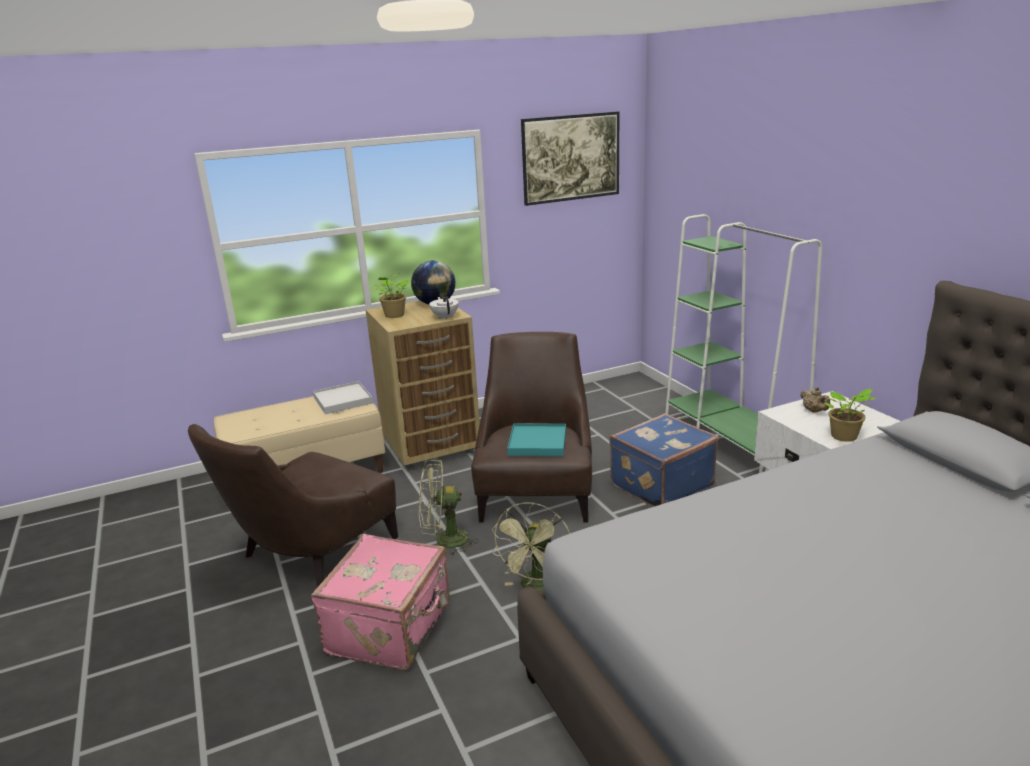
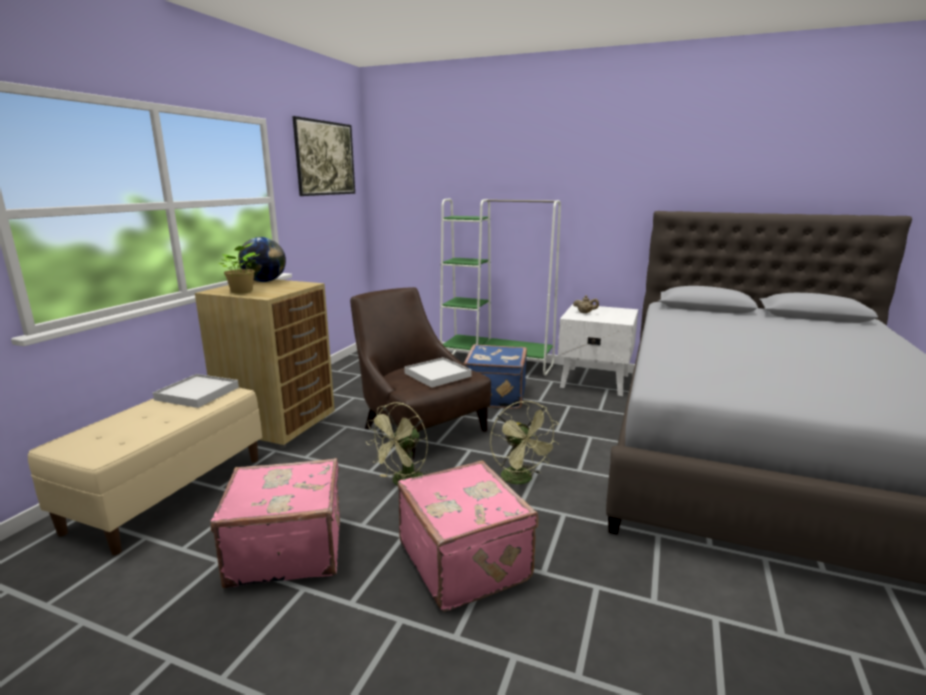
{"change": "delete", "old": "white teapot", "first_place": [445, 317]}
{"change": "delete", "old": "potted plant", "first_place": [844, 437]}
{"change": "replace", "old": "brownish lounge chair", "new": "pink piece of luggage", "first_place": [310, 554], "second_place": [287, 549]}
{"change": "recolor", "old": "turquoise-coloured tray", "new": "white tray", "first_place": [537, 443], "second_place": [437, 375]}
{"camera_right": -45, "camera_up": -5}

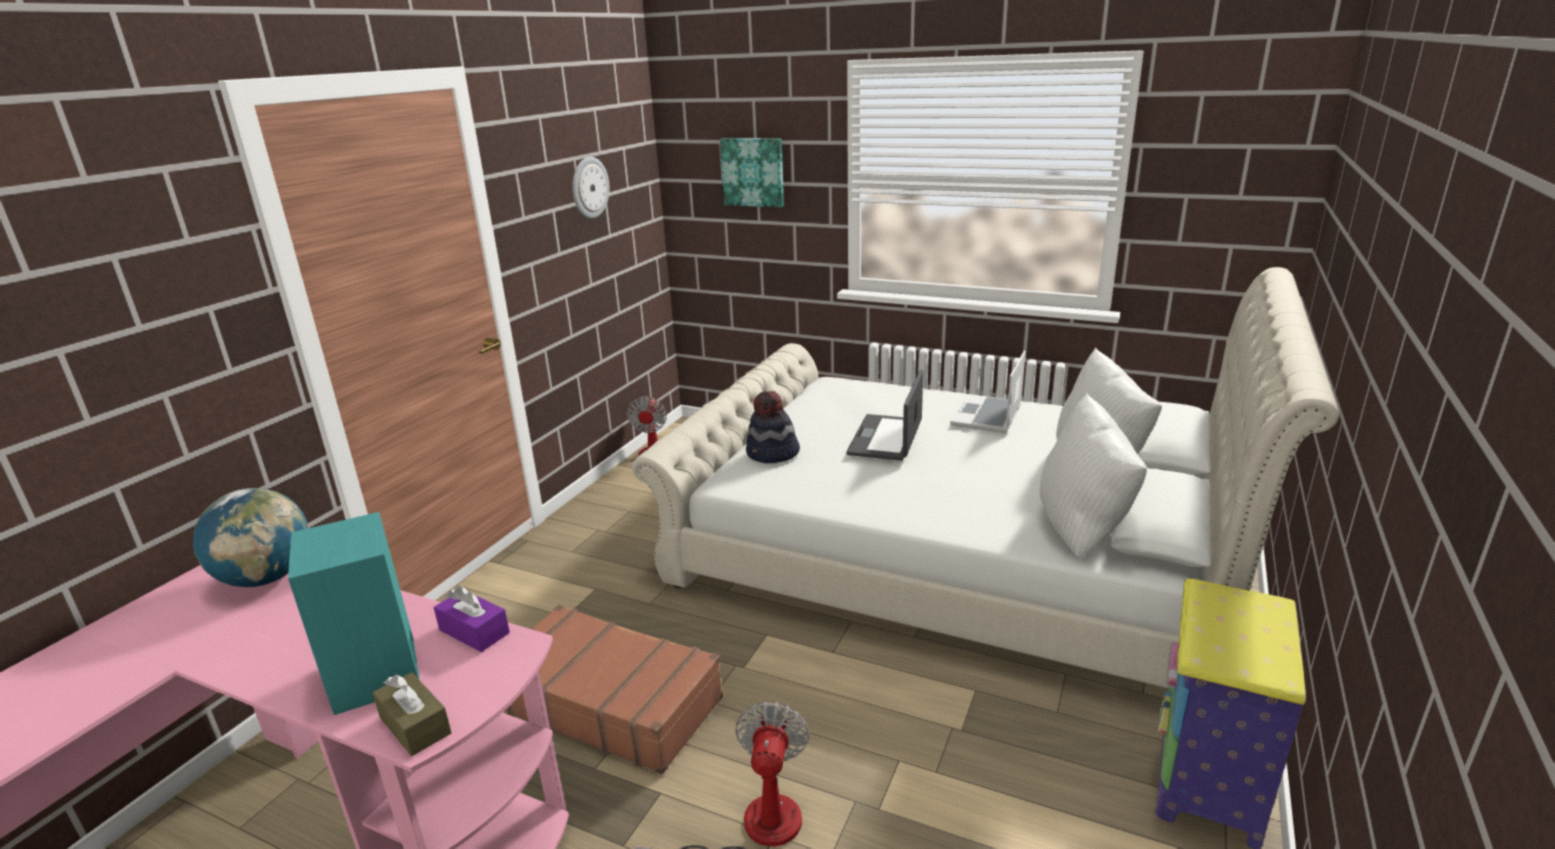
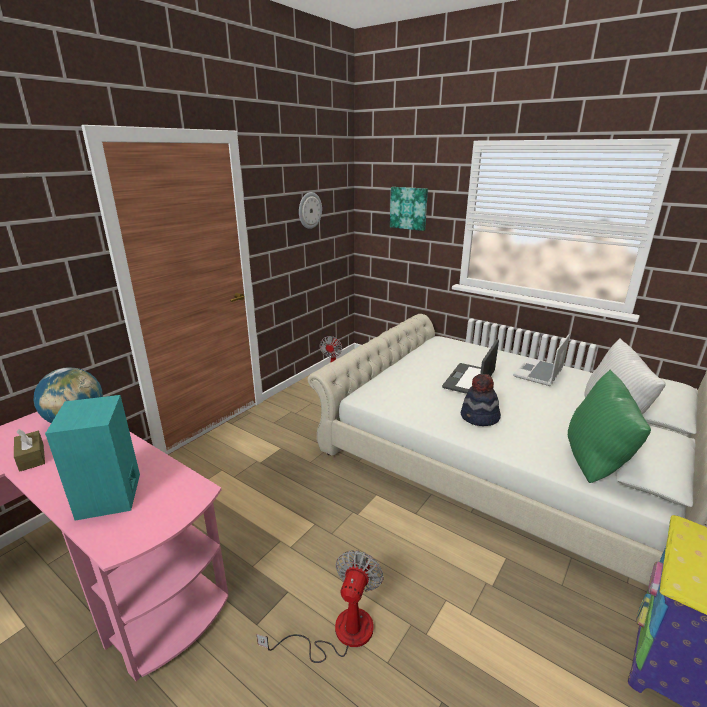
{"change": "move", "old": "hat", "first_place": [772, 454], "second_place": [479, 418]}
{"change": "recolor", "old": "white pillow", "new": "green-coloured pillow", "first_place": [1083, 532], "second_place": [596, 464]}
{"change": "delete", "old": "purple-coloured box of tissues", "first_place": [474, 631]}
{"change": "delete", "old": "brownish piece of luggage", "first_place": [609, 702]}
{"change": "move", "old": "brownish box of tissues", "first_place": [415, 725], "second_place": [31, 457]}
{"camera_right": 10, "camera_up": 0}

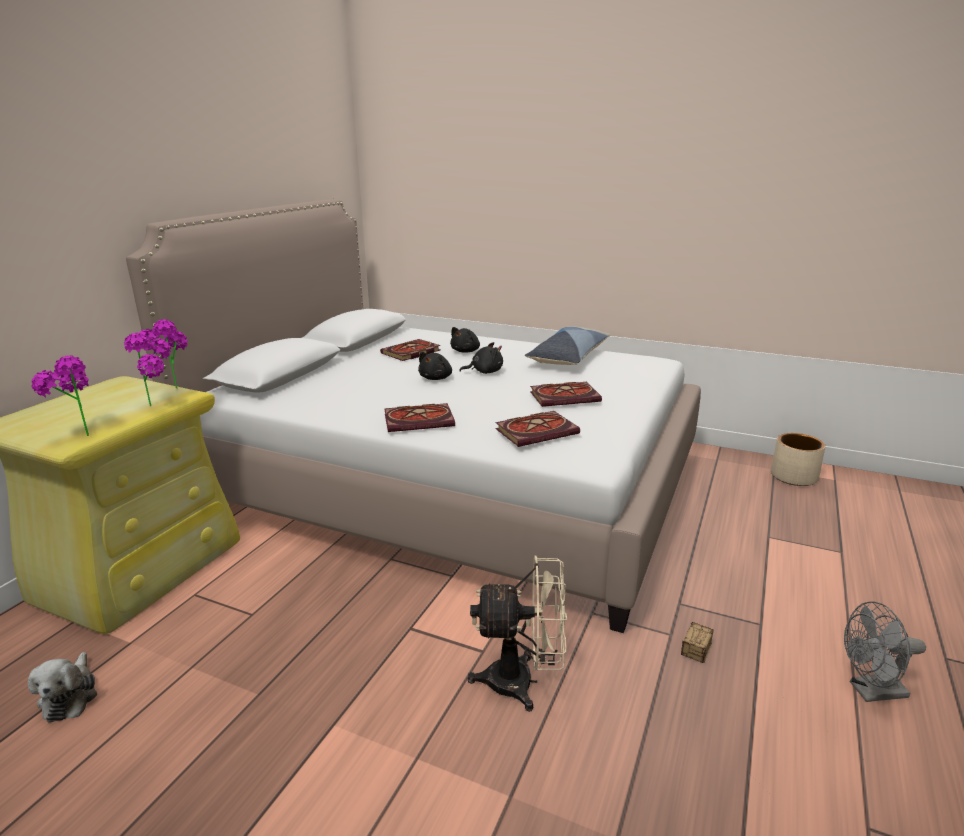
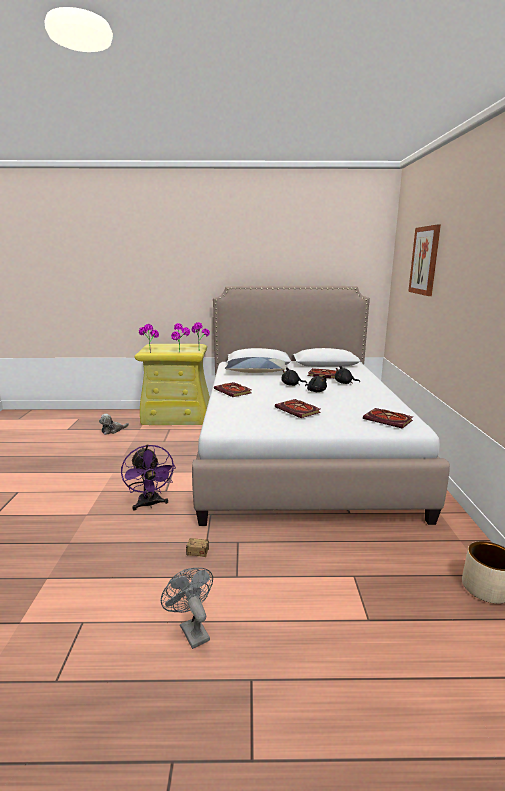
{"change": "move", "old": "pillow", "first_place": [568, 357], "second_place": [256, 372]}
{"change": "move", "old": "book", "first_place": [537, 431], "second_place": [389, 420]}
{"change": "recolor", "old": "beige-coloured fan", "new": "purple-coloured fan", "first_place": [523, 682], "second_place": [150, 504]}
{"change": "insert", "new": "picture", "second_place": [425, 260]}
{"camera_right": 65, "camera_up": -5}

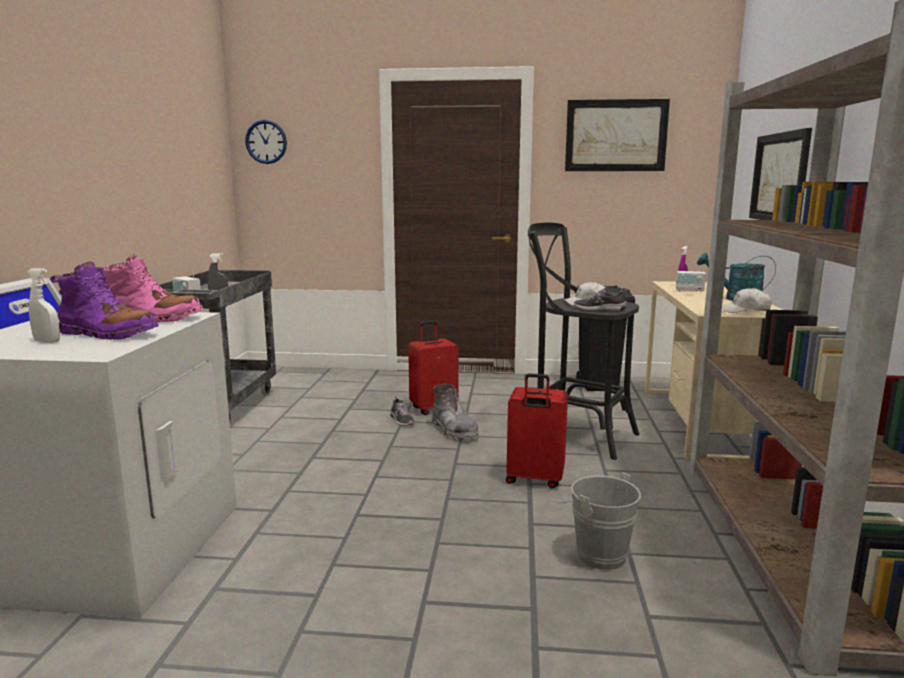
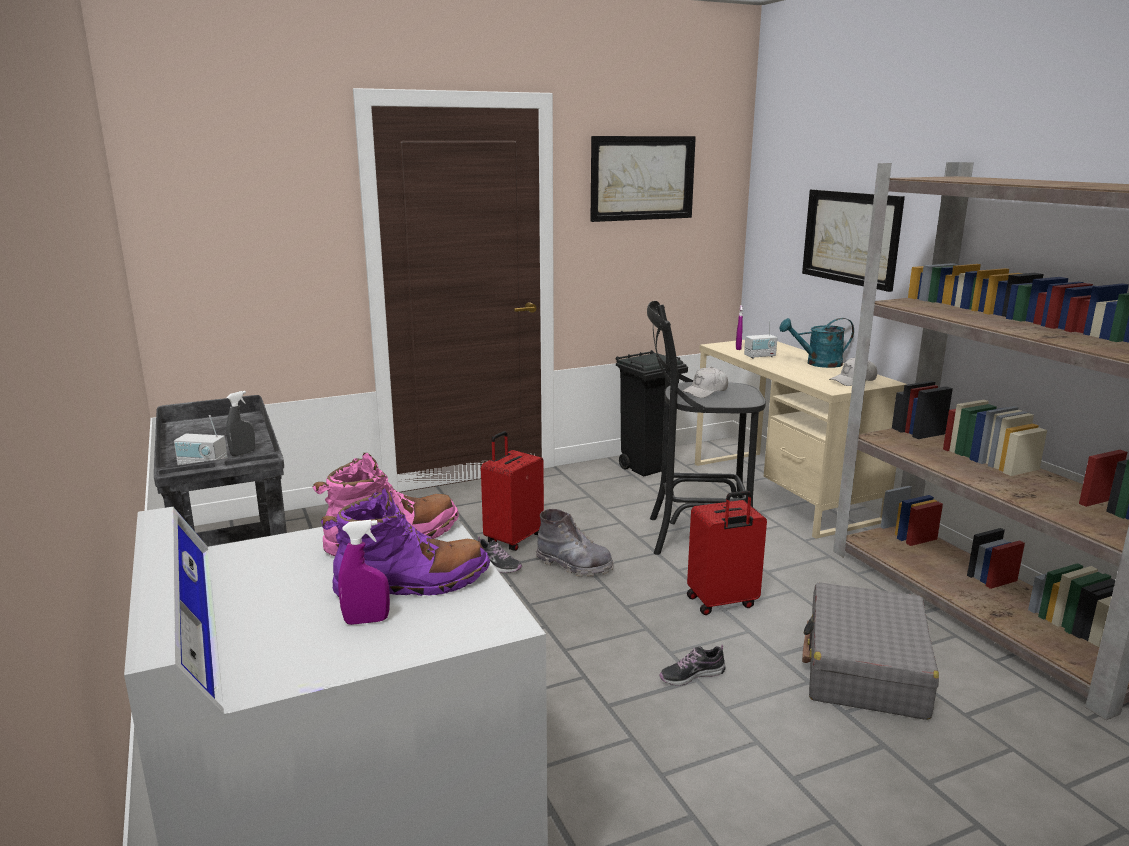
{"change": "delete", "old": "wall clock", "first_place": [266, 142]}
{"change": "recolor", "old": "white sprayer", "new": "purple-coloured sprayer", "first_place": [47, 341], "second_place": [366, 621]}
{"change": "move", "old": "shoe", "first_place": [599, 309], "second_place": [691, 675]}
{"change": "replace", "old": "grey water bucket", "new": "grey piece of luggage", "first_place": [596, 554], "second_place": [865, 668]}
{"camera_right": -30, "camera_up": 5}

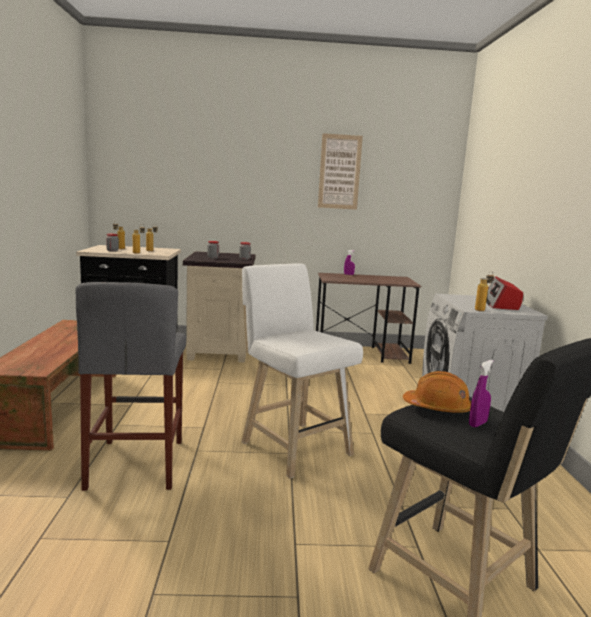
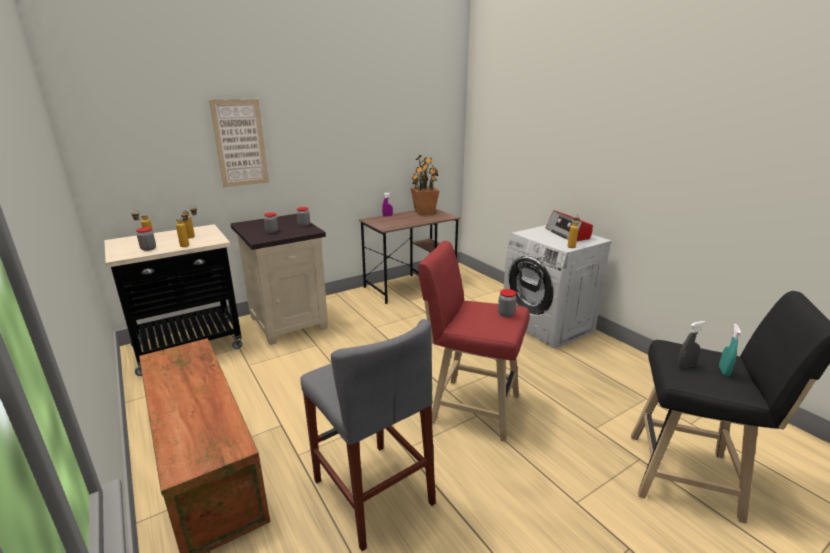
{"change": "move", "old": "picture", "first_place": [339, 172], "second_place": [240, 143]}
{"change": "recolor", "old": "white stool seat", "new": "red stool seat", "first_place": [293, 446], "second_place": [470, 407]}
{"change": "recolor", "old": "purple-coloured sprayer", "new": "turquoise-coloured sprayer", "first_place": [477, 424], "second_place": [724, 371]}
{"change": "replace", "old": "orange hard hat", "new": "grey sprayer", "first_place": [437, 408], "second_place": [686, 365]}
{"change": "insert", "new": "potted plant", "second_place": [424, 212]}
{"change": "insert", "new": "storage jar", "second_place": [506, 314]}
{"camera_right": -30, "camera_up": 10}

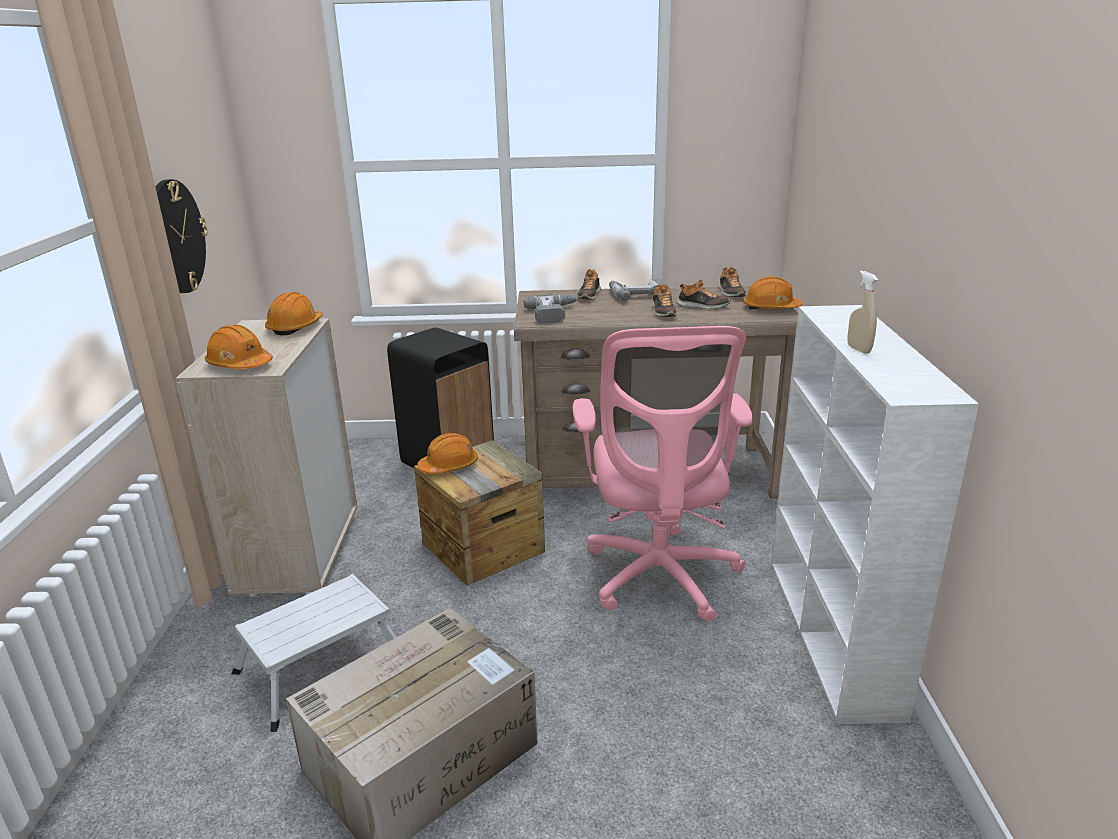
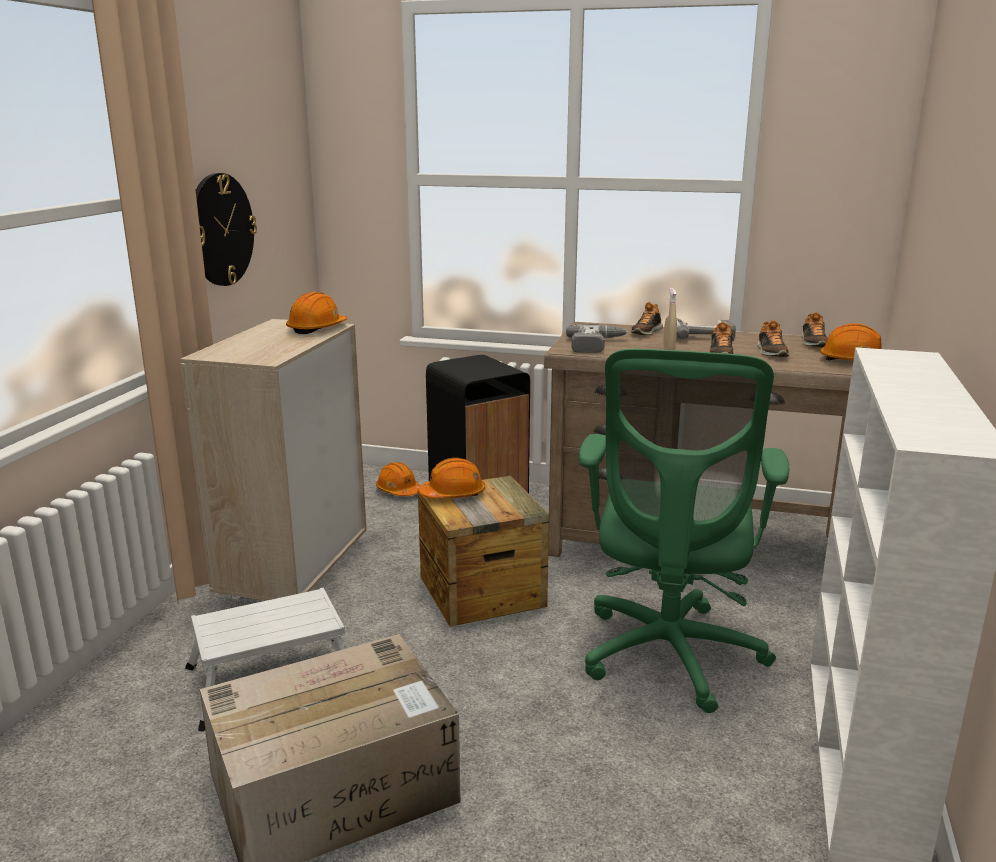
{"change": "move", "old": "beige-coloured sprayer", "first_place": [858, 349], "second_place": [669, 349]}
{"change": "rotate", "old": "shoe", "first_place": [702, 306], "second_place": [771, 352], "degrees": 60}
{"change": "move", "old": "orange hard hat", "first_place": [240, 365], "second_place": [398, 491]}
{"change": "recolor", "old": "pink desk chair", "new": "green-coloured desk chair", "first_place": [657, 569], "second_place": [668, 646]}
{"camera_right": 15, "camera_up": -5}

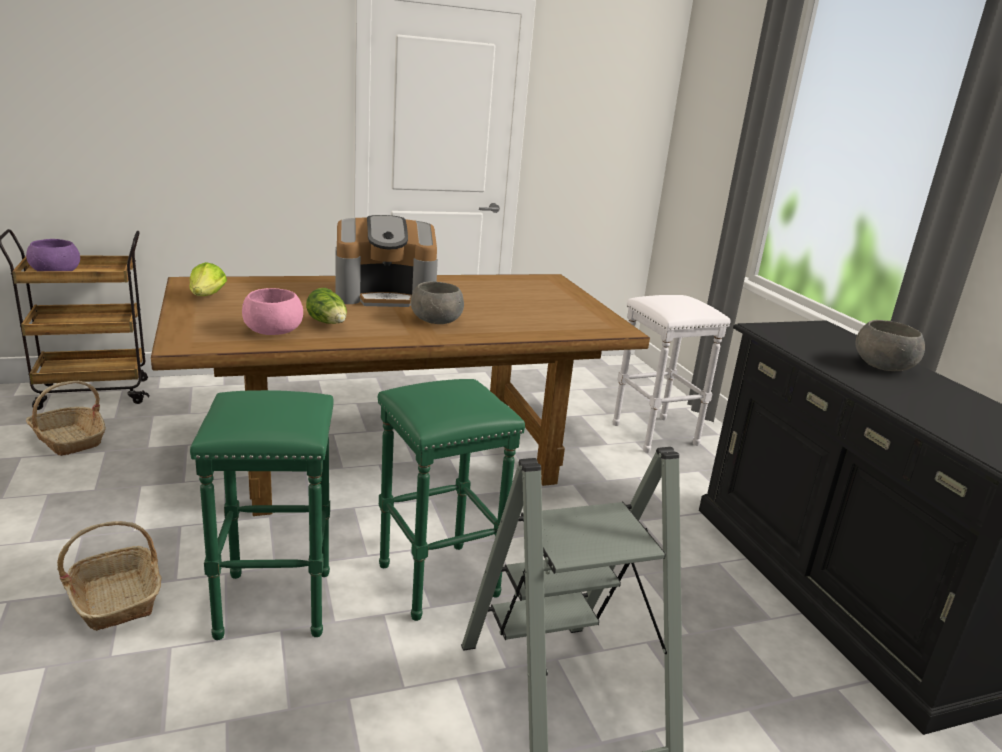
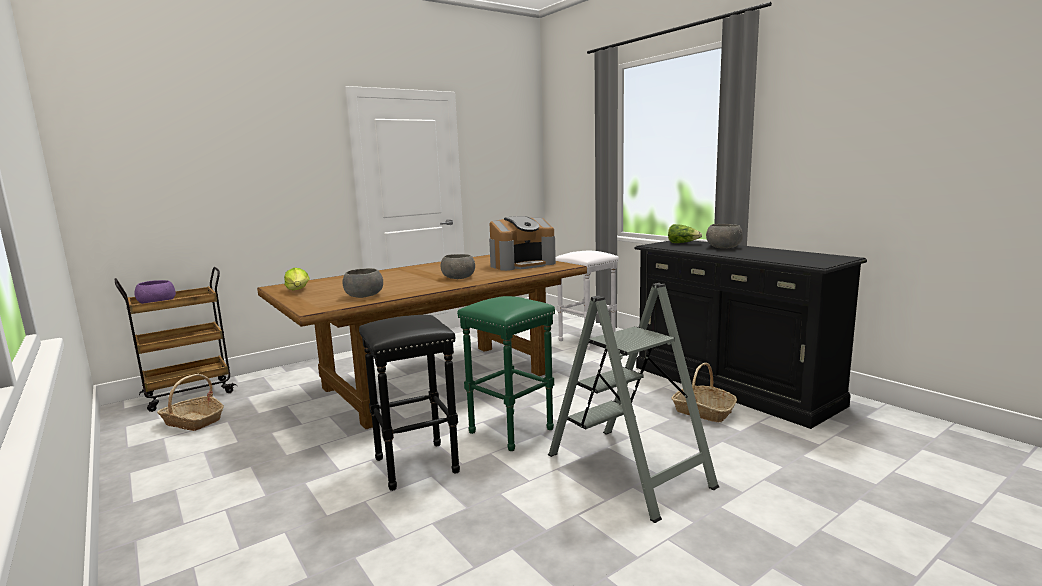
{"change": "move", "old": "coffee maker", "first_place": [386, 295], "second_place": [522, 264]}
{"change": "recolor", "old": "pink serving bowl", "new": "grey serving bowl", "first_place": [272, 331], "second_place": [363, 296]}
{"change": "move", "old": "lettuce", "first_place": [329, 323], "second_place": [683, 243]}
{"change": "recolor", "old": "green-coloured stool seat", "new": "black stool seat", "first_place": [271, 605], "second_place": [415, 466]}
{"change": "move", "old": "storage basket", "first_place": [116, 598], "second_place": [703, 411]}
{"camera_right": -15, "camera_up": -10}

